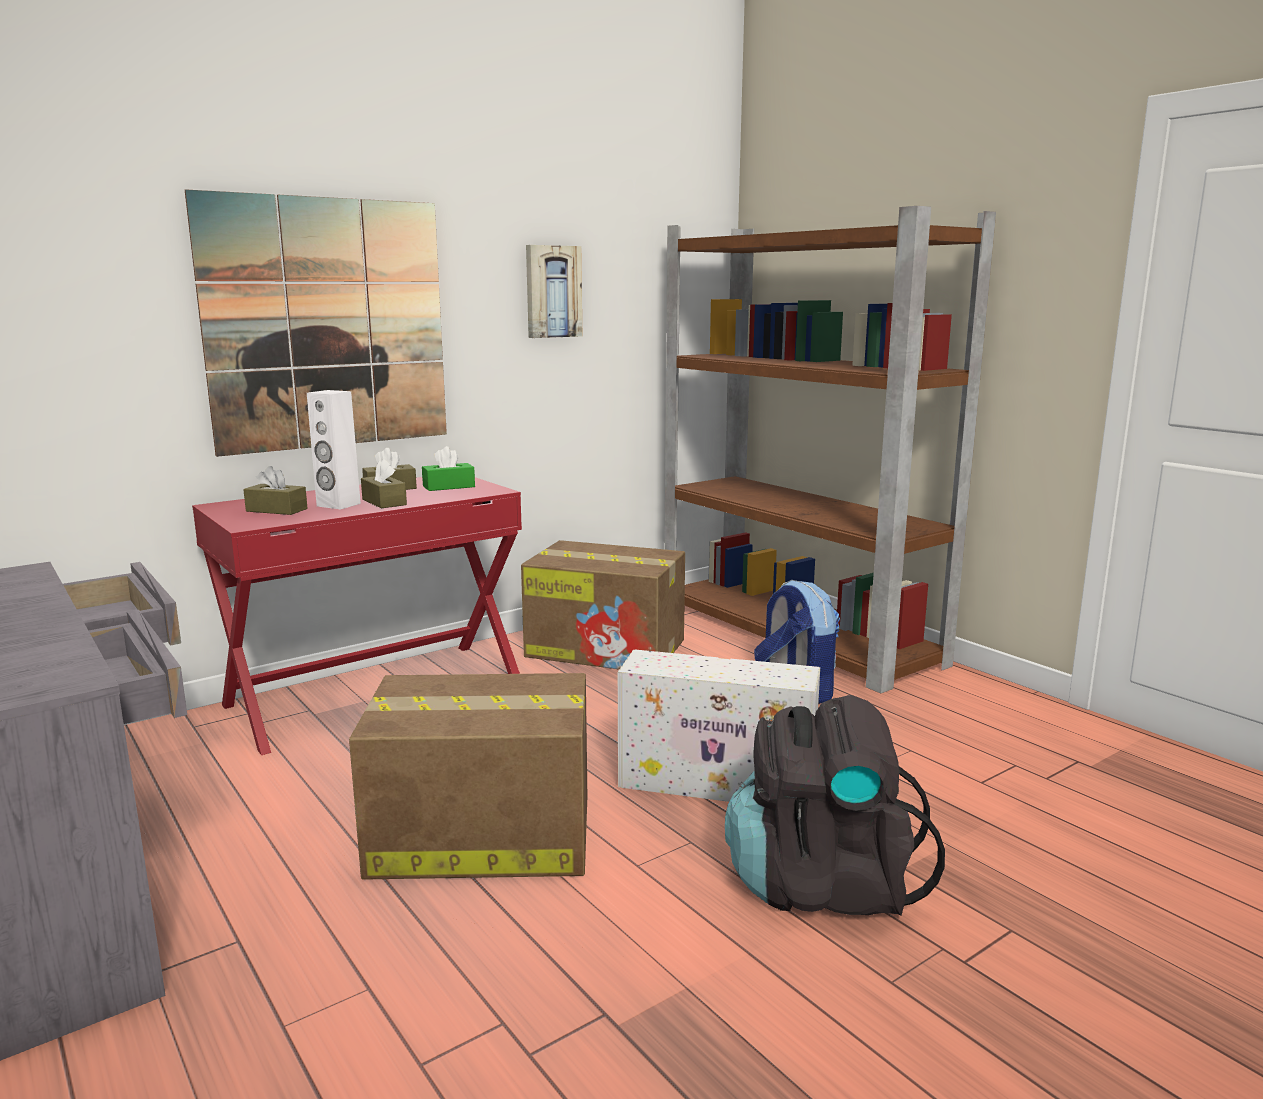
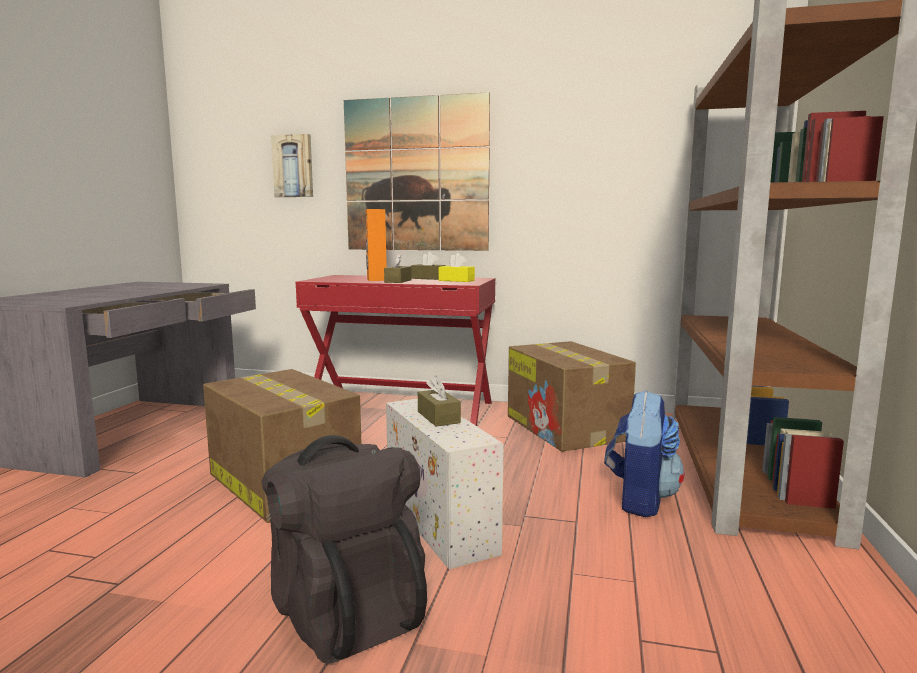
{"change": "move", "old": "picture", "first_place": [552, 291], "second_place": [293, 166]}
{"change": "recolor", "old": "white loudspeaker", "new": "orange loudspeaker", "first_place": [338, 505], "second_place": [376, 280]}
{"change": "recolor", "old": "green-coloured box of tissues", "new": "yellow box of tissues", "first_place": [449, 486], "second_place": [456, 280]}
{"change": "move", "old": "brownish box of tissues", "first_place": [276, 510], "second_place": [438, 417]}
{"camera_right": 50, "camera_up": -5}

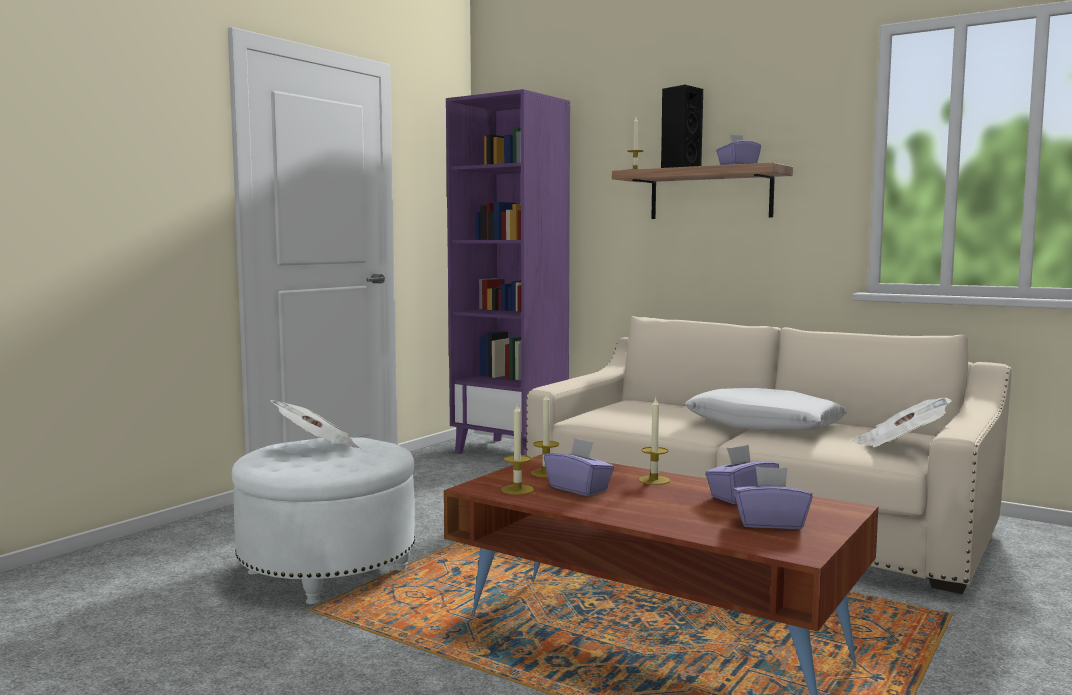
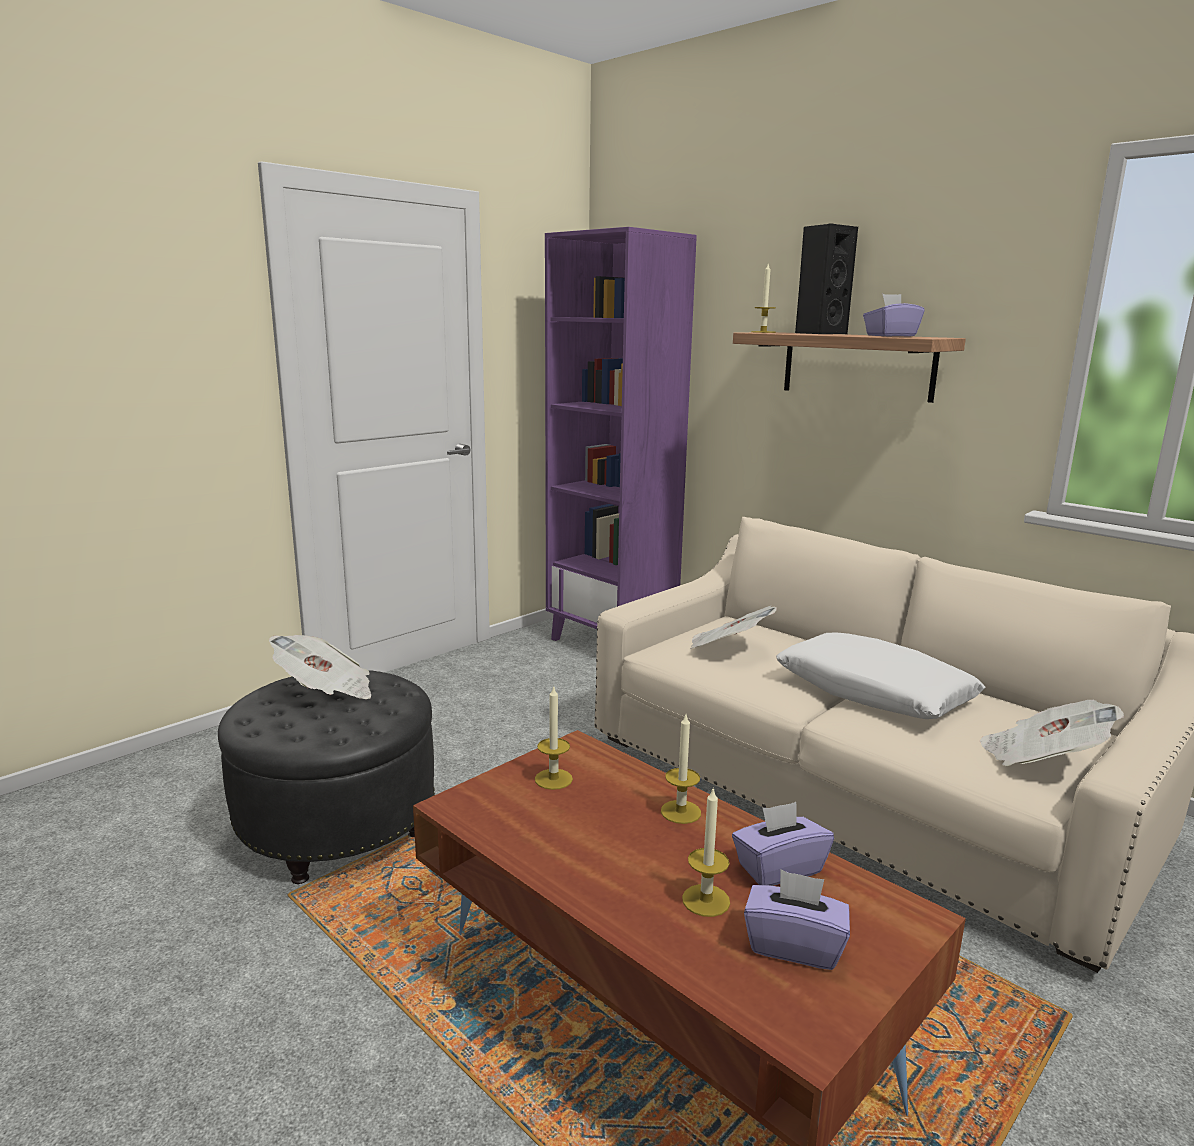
{"change": "move", "old": "wax candle", "first_place": [517, 489], "second_place": [706, 900]}
{"change": "recolor", "old": "white pouffe", "new": "black pouffe", "first_place": [328, 571], "second_place": [338, 827]}
{"change": "delete", "old": "purple-coloured box of tissues", "first_place": [579, 488]}
{"change": "insert", "new": "daily paper", "second_place": [728, 649]}
{"camera_right": 10, "camera_up": 10}

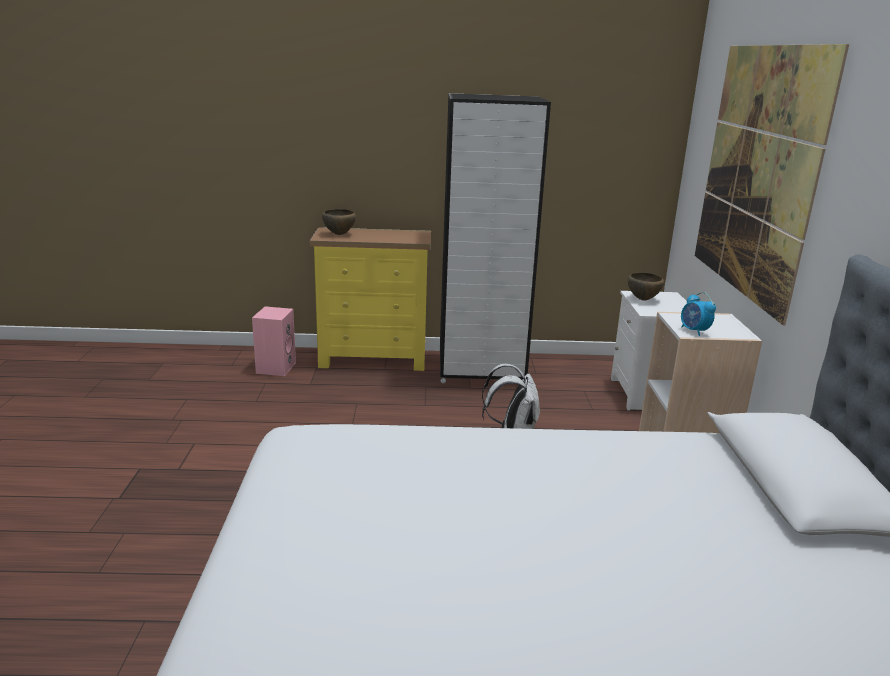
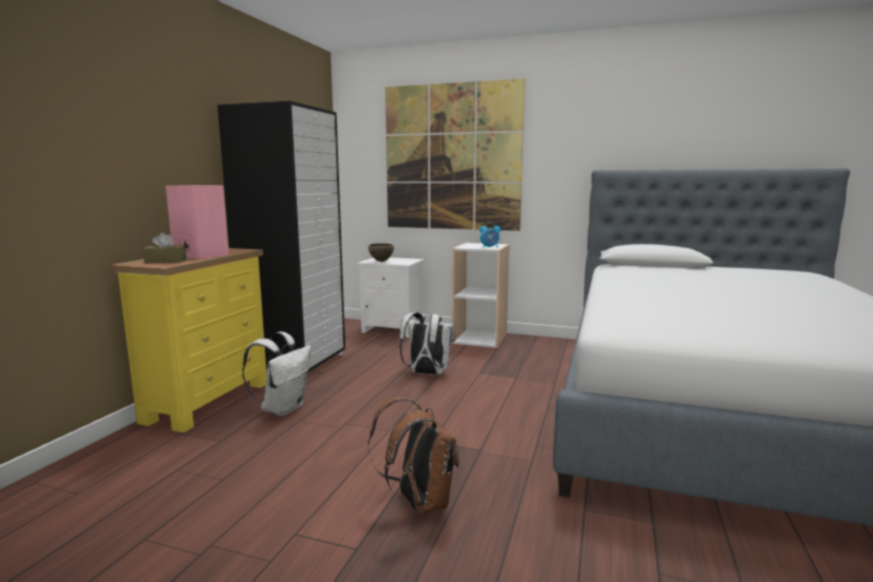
{"change": "replace", "old": "brownish serving bowl", "new": "brownish box of tissues", "first_place": [339, 234], "second_place": [166, 261]}
{"change": "move", "old": "pink loudspeaker", "first_place": [275, 367], "second_place": [199, 255]}
{"change": "insert", "new": "white backpack", "second_place": [283, 409]}
{"change": "insert", "new": "brownish backpack", "second_place": [419, 502]}
{"camera_right": -70, "camera_up": -10}

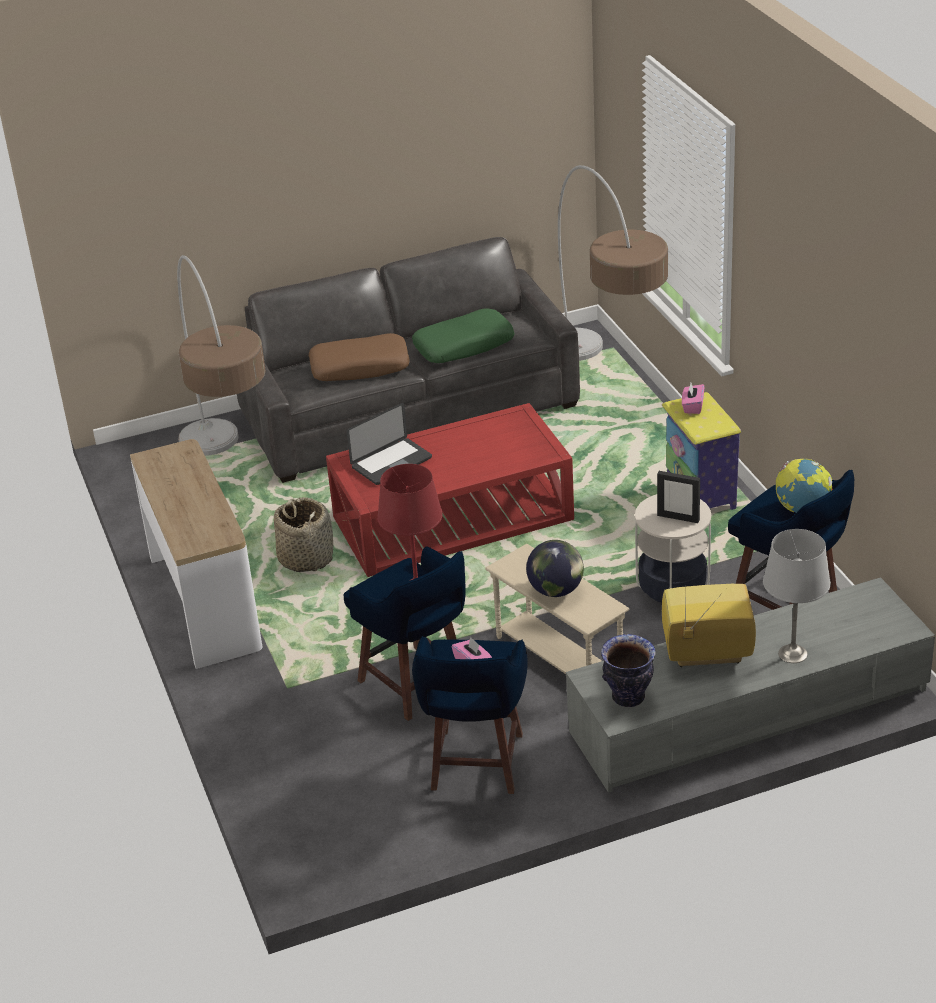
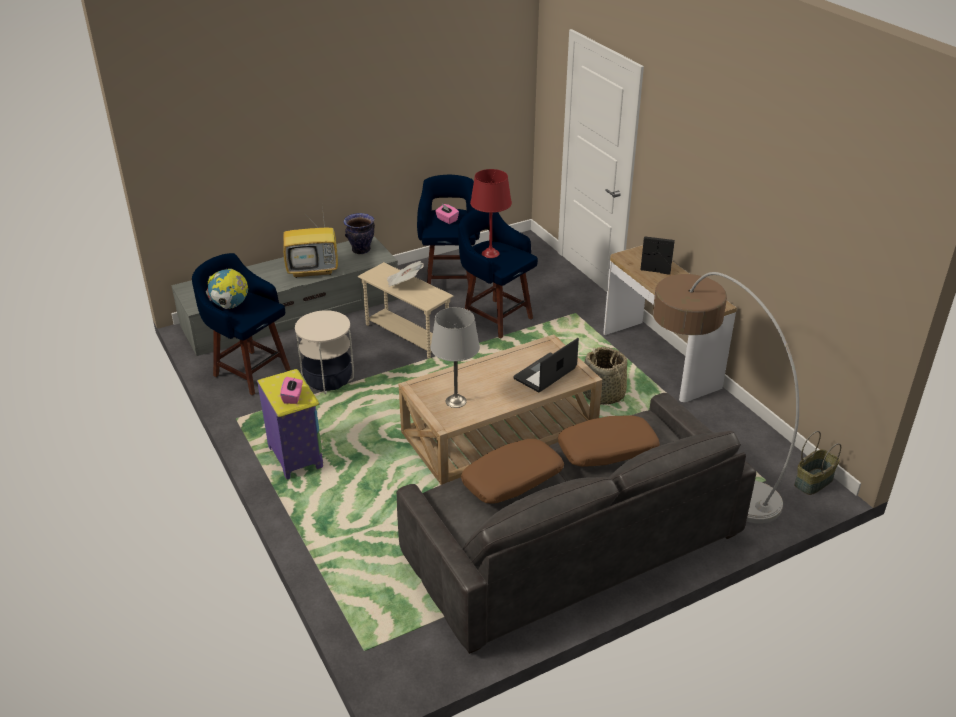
{"change": "delete", "old": "floor lamp", "first_place": [606, 384]}
{"change": "recolor", "old": "green-coloured pillow", "new": "brownish pillow", "first_place": [463, 345], "second_place": [512, 480]}
{"change": "recolor", "old": "red lounge table", "new": "beige-coloured lounge table", "first_place": [452, 518], "second_place": [500, 431]}
{"change": "move", "old": "photo frame", "first_place": [678, 517], "second_place": [655, 271]}
{"change": "move", "old": "grey lamp for a table", "first_place": [793, 654], "second_place": [455, 401]}
{"change": "replace", "old": "world globe", "new": "daily paper", "first_place": [556, 590], "second_place": [404, 283]}
{"change": "insert", "new": "storage basket", "second_place": [813, 481]}
{"camera_right": 170, "camera_up": 0}

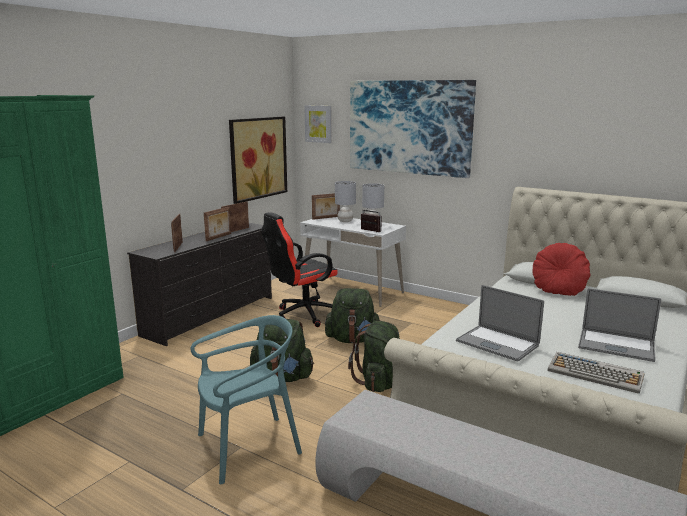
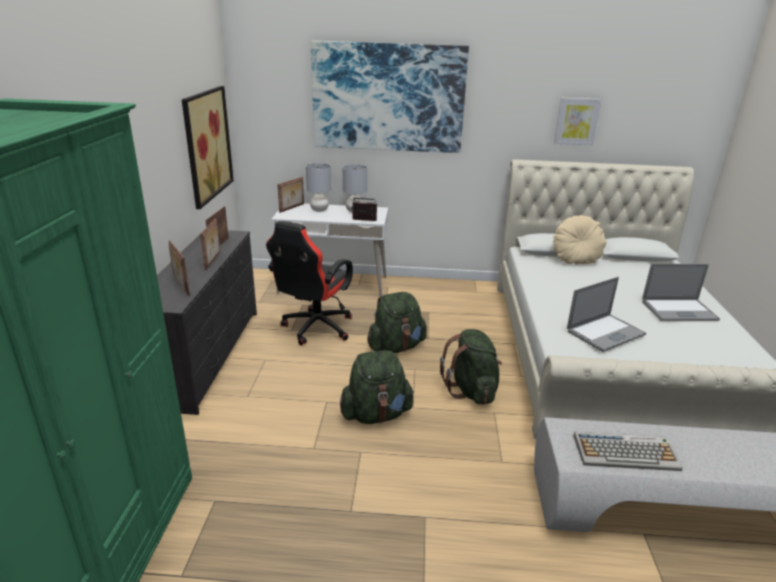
{"change": "move", "old": "picture", "first_place": [318, 124], "second_place": [576, 121]}
{"change": "recolor", "old": "red pillow", "new": "beige-coloured pillow", "first_place": [558, 292], "second_place": [575, 261]}
{"change": "rotate", "old": "portable computer", "first_place": [497, 343], "second_place": [605, 333], "degrees": -45}
{"change": "delete", "old": "turquoise-coloured upright chair", "first_place": [248, 447]}
{"change": "move", "old": "keyboard", "first_place": [596, 374], "second_place": [626, 452]}
{"camera_right": -30, "camera_up": 10}

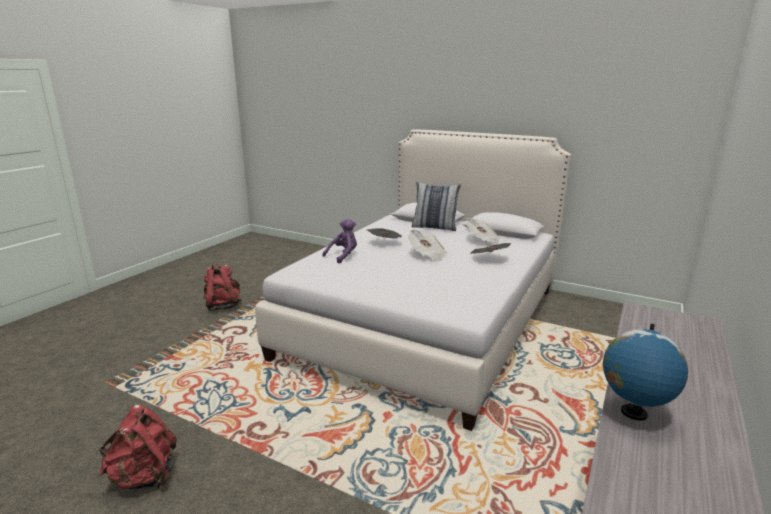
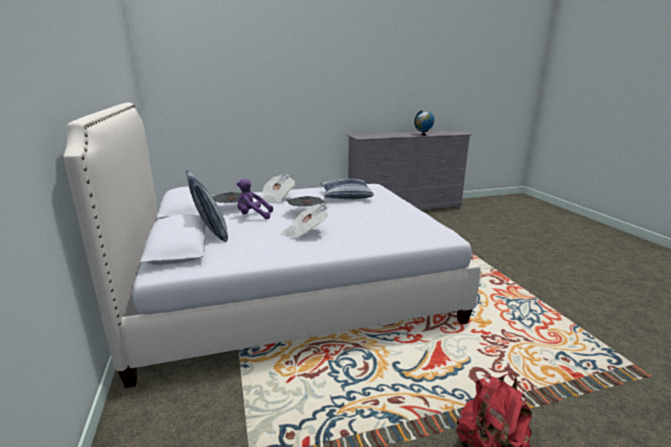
{"change": "move", "old": "purple-coloured soft toy", "first_place": [343, 256], "second_place": [253, 216]}
{"change": "delete", "old": "red backpack", "first_place": [144, 477]}
{"change": "insert", "new": "pillow", "second_place": [345, 196]}
{"camera_right": -135, "camera_up": 0}

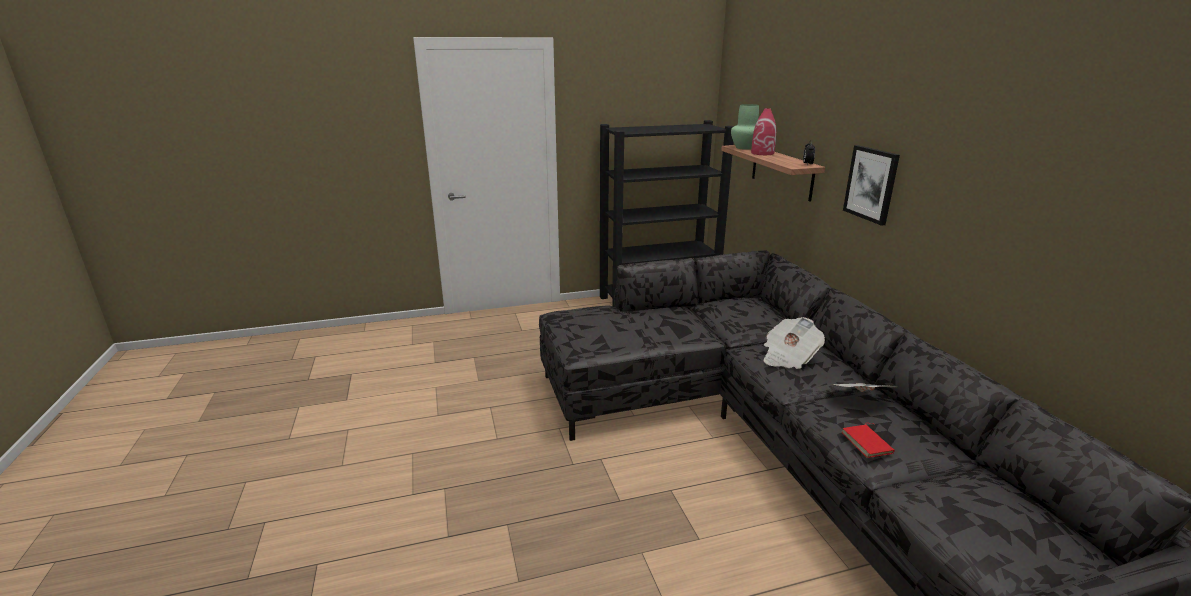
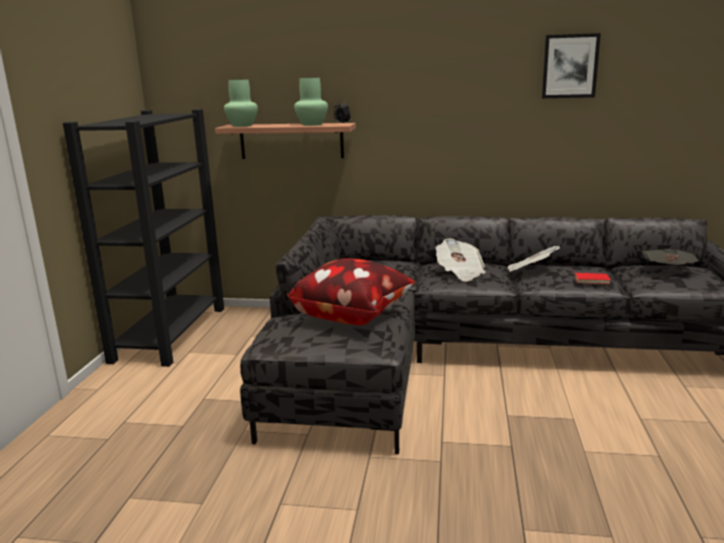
{"change": "delete", "old": "red flower vase", "first_place": [762, 153]}
{"change": "move", "old": "picture", "first_place": [871, 184], "second_place": [569, 66]}
{"change": "insert", "new": "green-coloured flower vase", "second_place": [312, 124]}
{"change": "insert", "new": "daily paper", "second_place": [668, 271]}
{"change": "insert", "new": "pillow", "second_place": [352, 316]}
{"camera_right": -65, "camera_up": -5}

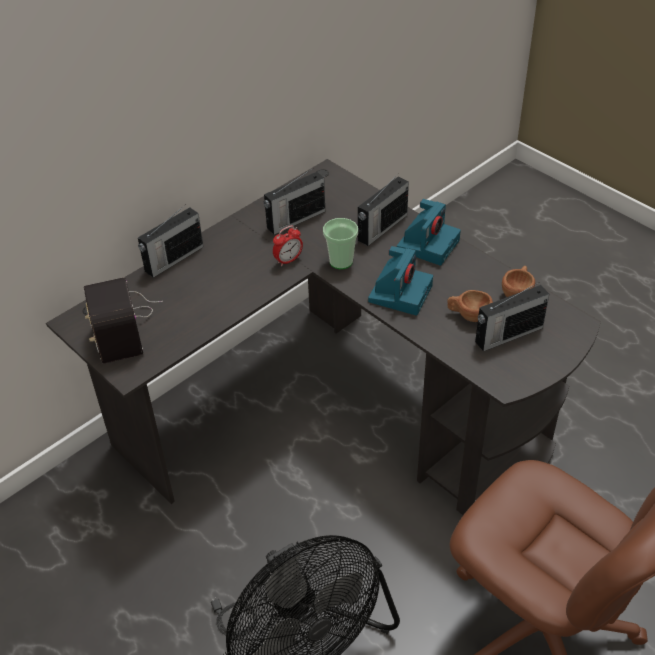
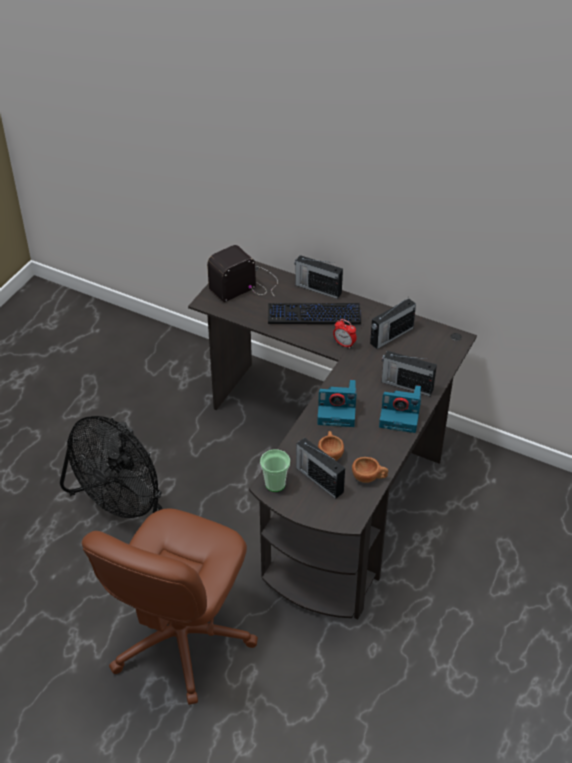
{"change": "rotate", "old": "radio set", "first_place": [295, 220], "second_place": [390, 336], "degrees": -75}
{"change": "move", "old": "drinking cup", "first_place": [341, 261], "second_place": [275, 484]}
{"change": "insert", "new": "keyboard", "second_place": [314, 314]}
{"camera_right": 70, "camera_up": 0}

